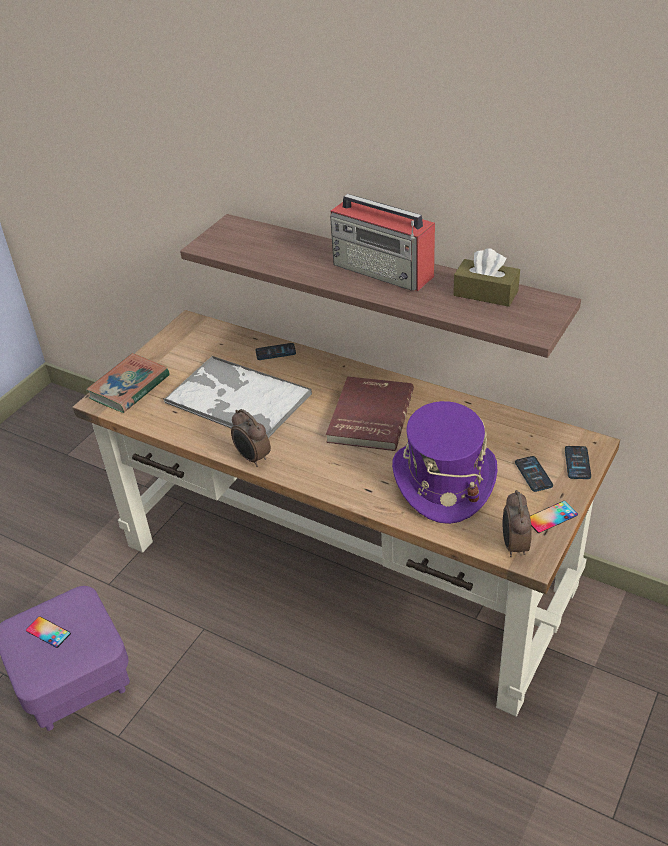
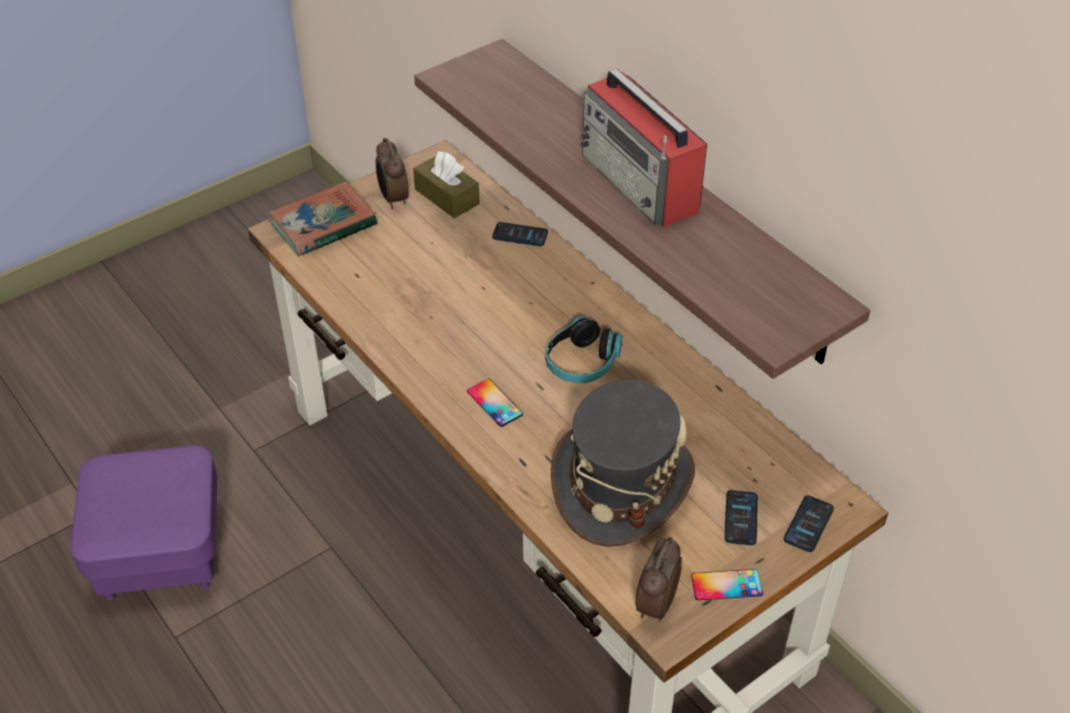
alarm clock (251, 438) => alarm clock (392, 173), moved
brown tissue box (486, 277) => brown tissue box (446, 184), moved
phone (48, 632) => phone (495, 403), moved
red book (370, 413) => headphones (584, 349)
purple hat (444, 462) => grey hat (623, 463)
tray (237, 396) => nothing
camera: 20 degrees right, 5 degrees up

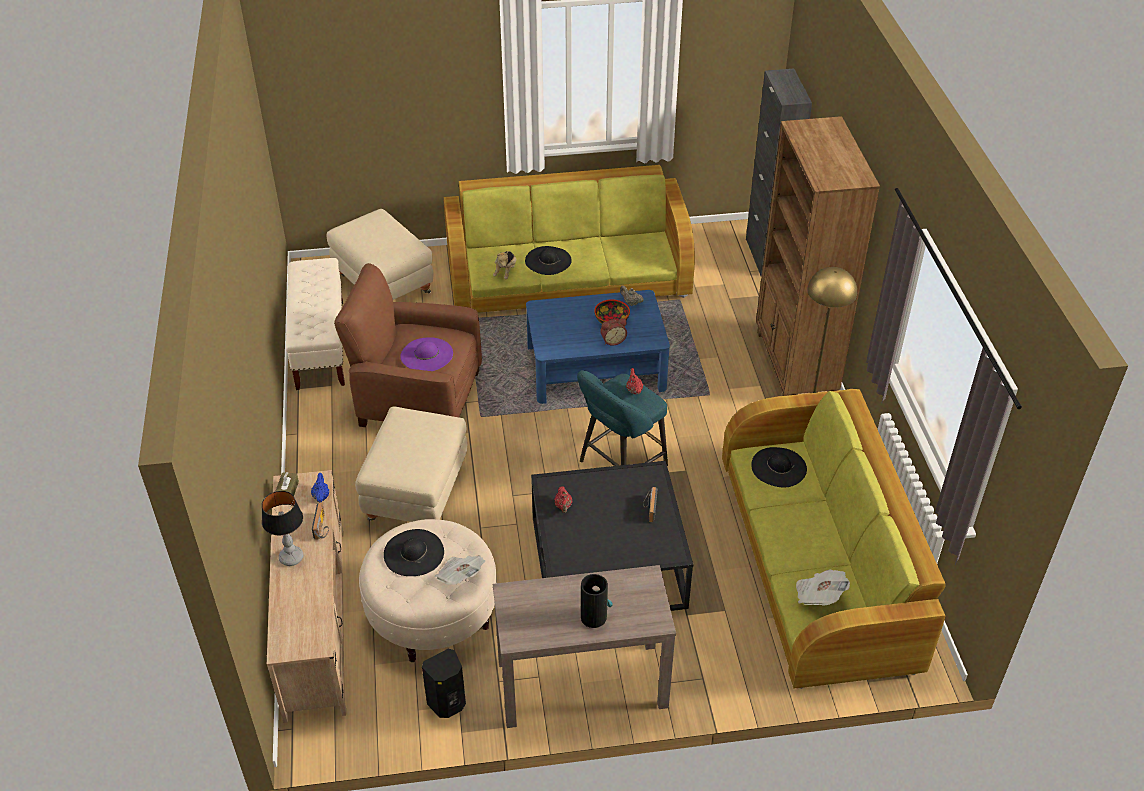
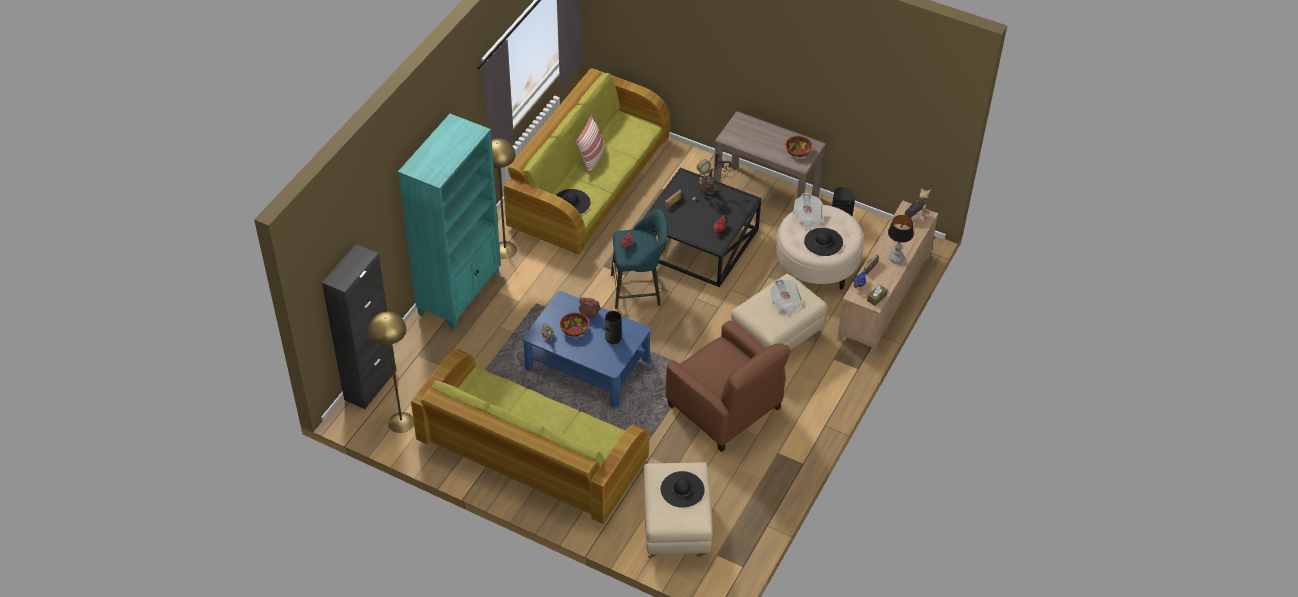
nothing => yellow floor lamp (391, 372)
brown bookcase (818, 256) => turquoise bookcase (449, 221)
nothing => pillow (590, 144)
vase (597, 601) => vase (611, 327), moved
black hat (548, 260) => black hat (683, 489), moved
nothing => table lamp (710, 176)
newspaper (823, 587) => newspaper (786, 297), moved
nothing => bowl (799, 146)
plush toy (504, 265) => plush toy (915, 208), moved
beige bench (315, 324) => nothing
purple hat (426, 354) => nothing
camera: 145 degrees left, 5 degrees up

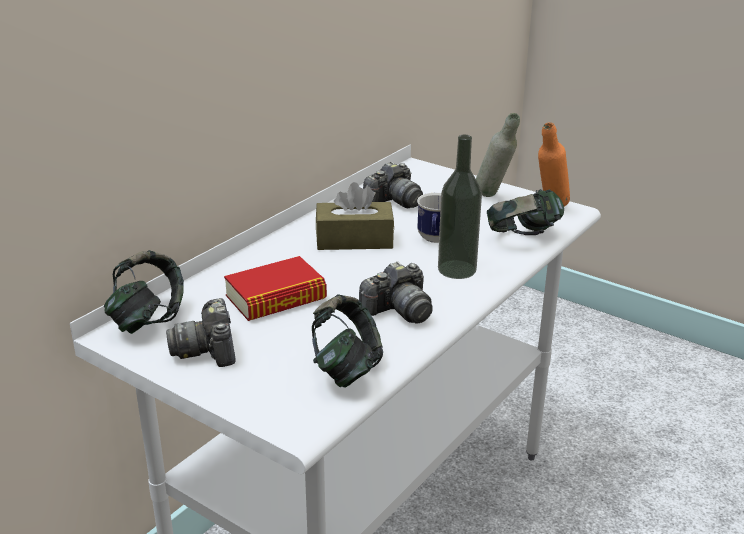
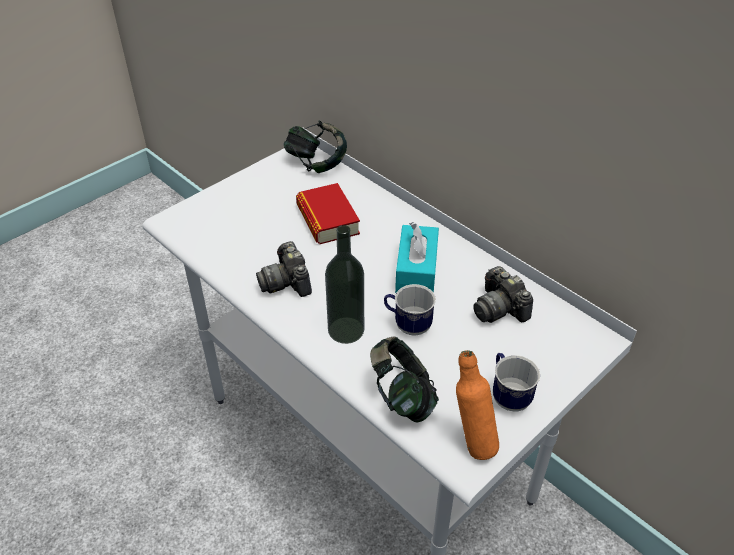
brown tissue box (355, 216) => turquoise tissue box (417, 257)
grey bottle (498, 155) => mug (516, 382)
photo camera (201, 332) => nothing
headphones (347, 341) => nothing
camera: 100 degrees right, 15 degrees up

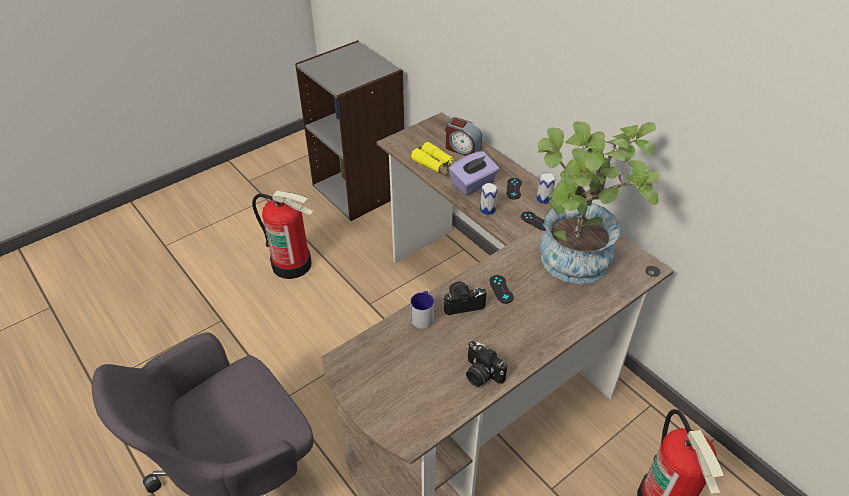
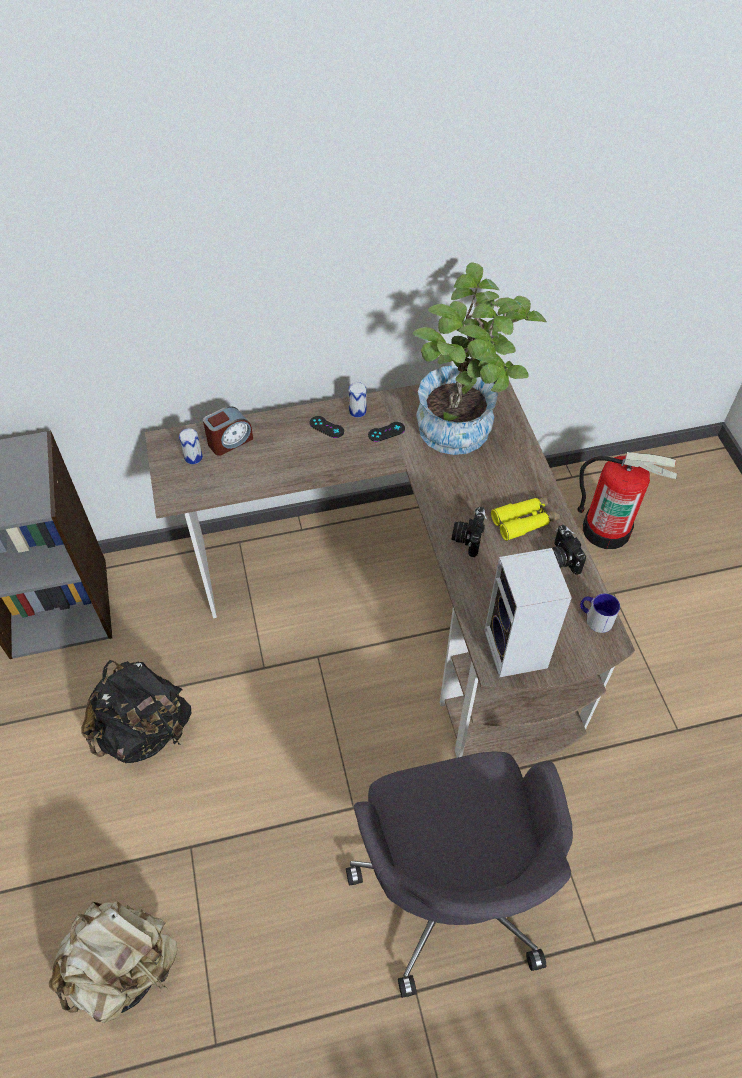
nothing => beige backpack (113, 962)
fire extinguisher (283, 235) => black backpack (136, 711)
can (489, 199) => can (191, 446), moved
nothing => speaker (528, 613)
yellow binoculars (433, 158) => yellow binoculars (525, 518), moved
photo camera (486, 364) => photo camera (569, 550), 90 degrees clockwise
mug (422, 310) => mug (600, 613), moved
purple tissue box (473, 173) => nothing
black game controller (501, 289) => nothing
camera: 65 degrees left, 10 degrees up

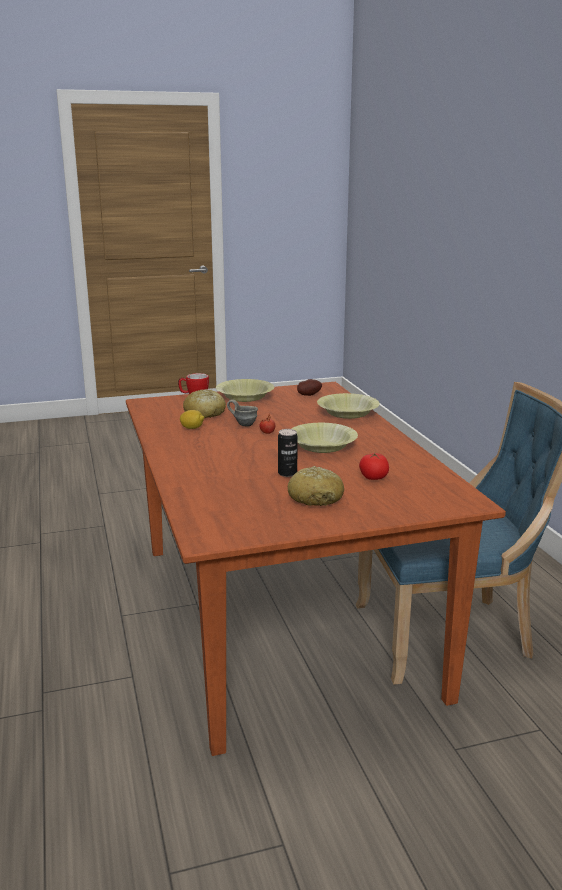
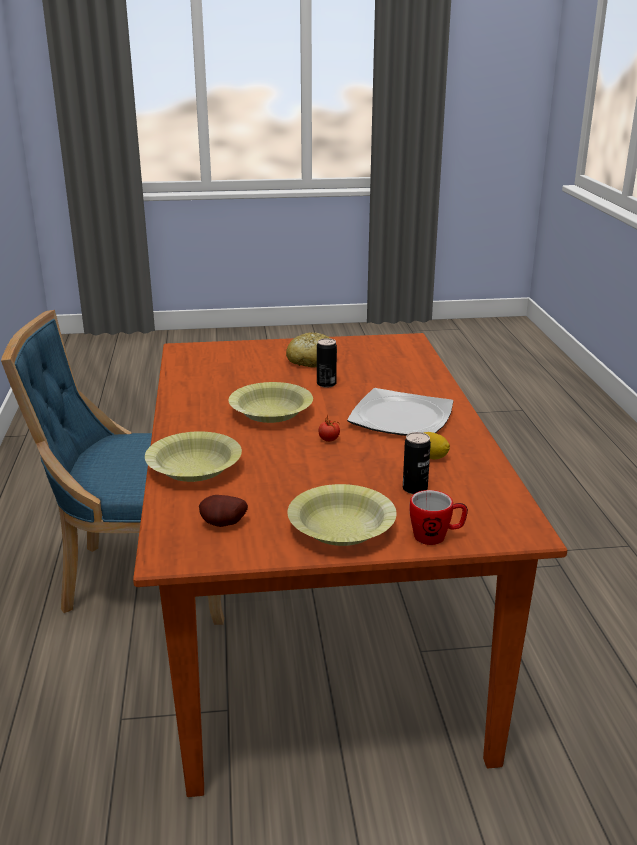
nothing => plate (400, 412)
bread (204, 403) => can (417, 463)
grey mug (242, 413) => nothing
tomato (374, 466) => nothing
camera: 170 degrees left, 5 degrees up

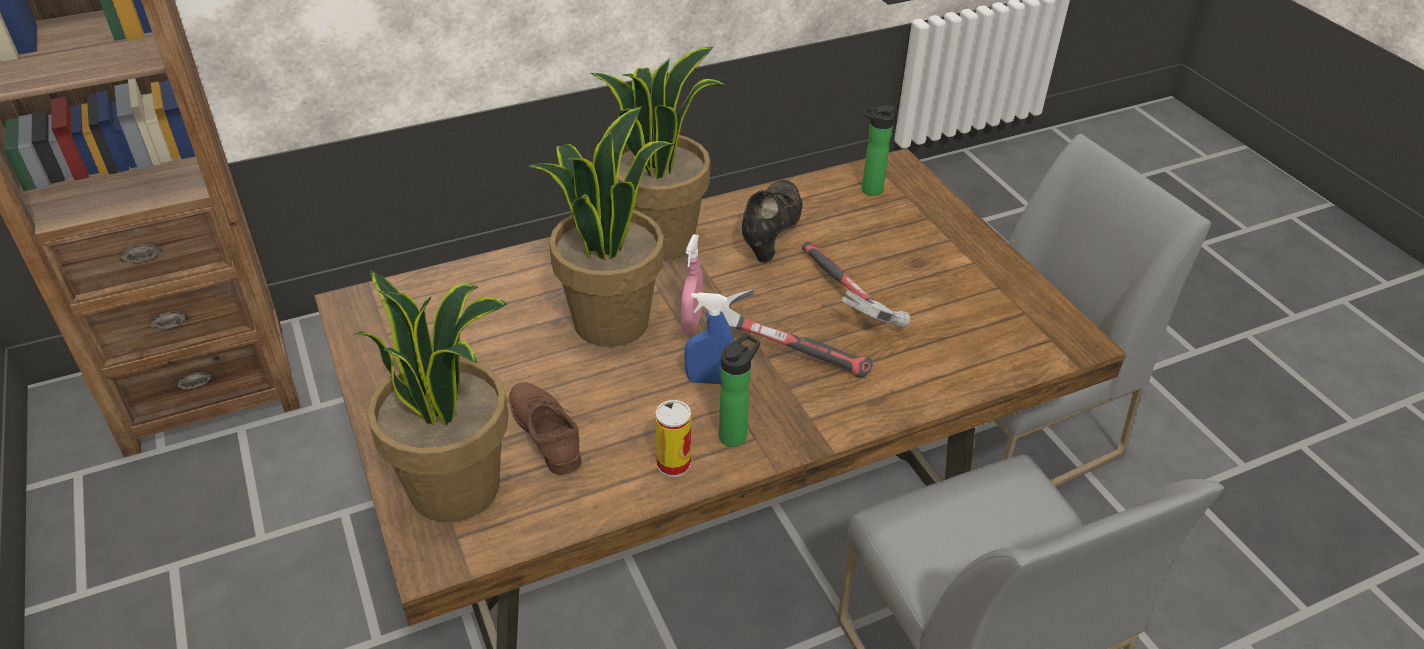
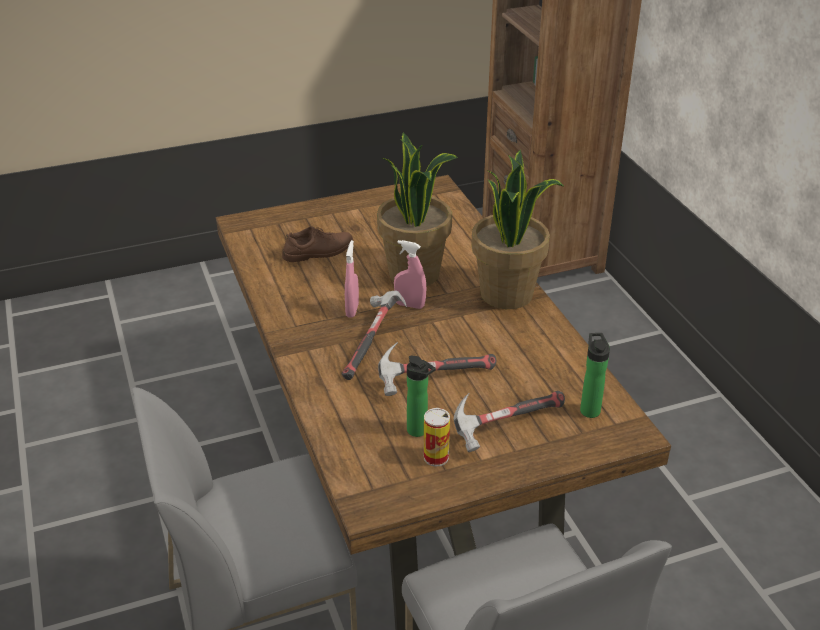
blue spray bottle (709, 338) => pink spray bottle (352, 279)
bottle (739, 390) => bottle (421, 396), moved
can (673, 438) => can (437, 437), moved
nothing => hammer (509, 421)
potted plant (431, 396) => nothing
black shoe (772, 221) => nothing
camera: 95 degrees right, 5 degrees down

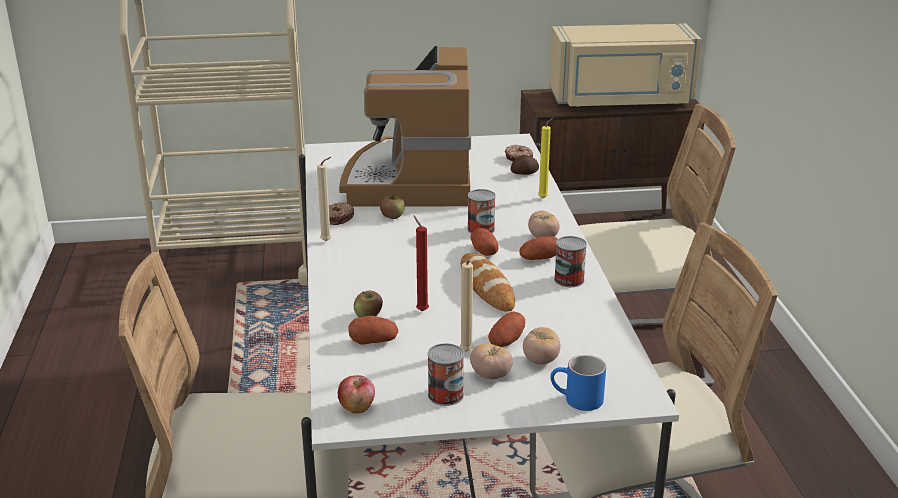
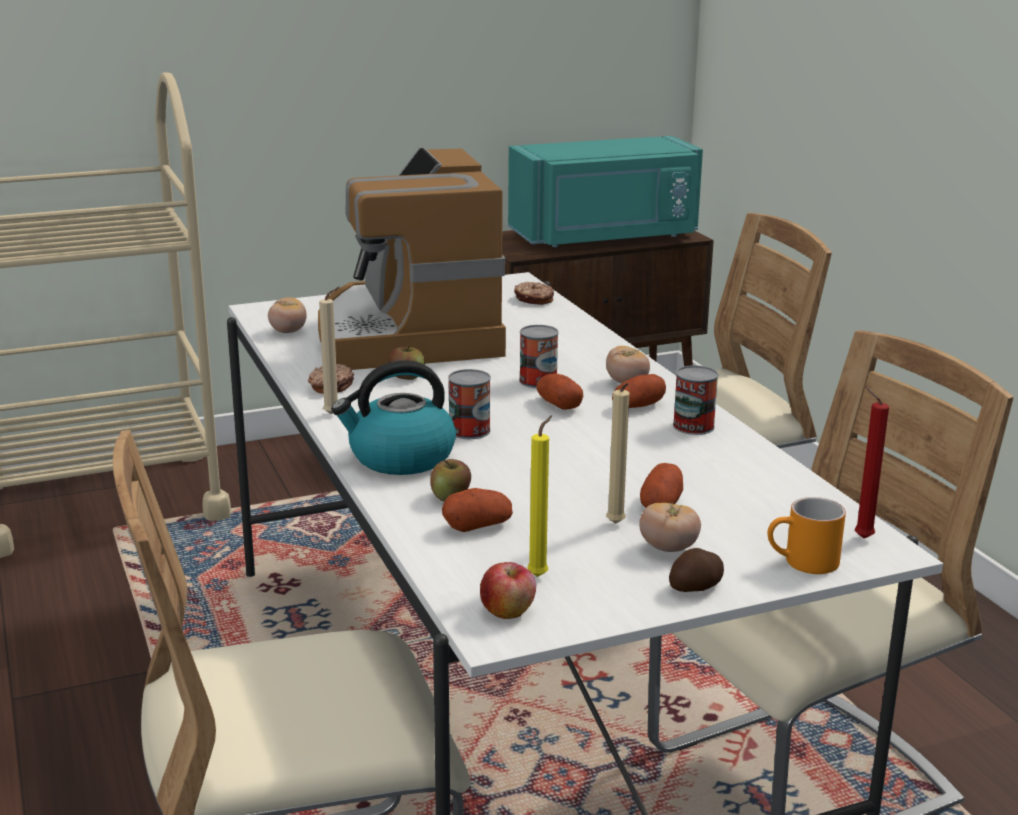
tomato (541, 346) => tomato (287, 315), moved
nothing => kettle (393, 417)
can (445, 374) => can (469, 404), moved
beige microwave (625, 65) => turquoise microwave (605, 191)
yellow candle (546, 157) => yellow candle (539, 496), moved
potato (524, 165) => potato (696, 570), moved
blue mug (578, 383) => orange mug (806, 535)
red candle (421, 263) => red candle (872, 462), moved
bread (488, 282) => nothing
camera: 15 degrees left, 5 degrees down

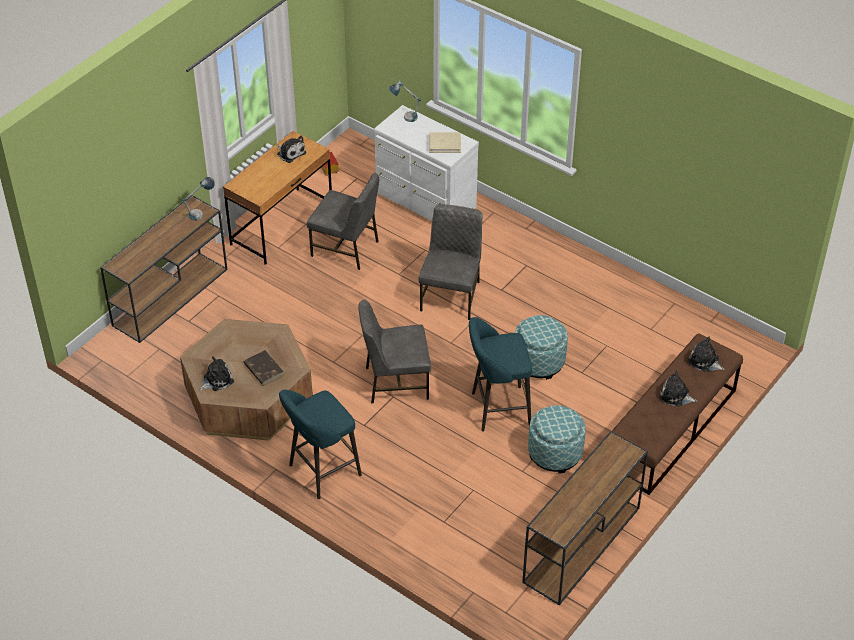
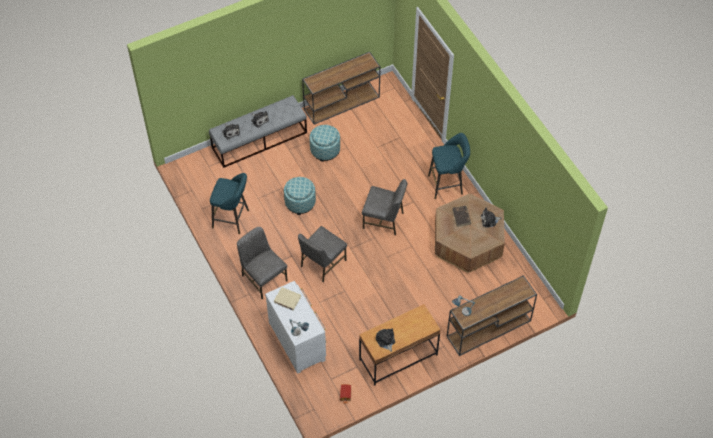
brown bench (677, 414) => grey bench (258, 131)
turquoise stool (500, 374) => turquoise stool (229, 203), moved
grey chair (343, 221) => grey chair (262, 263), moved
camera: 155 degrees left, 10 degrees up

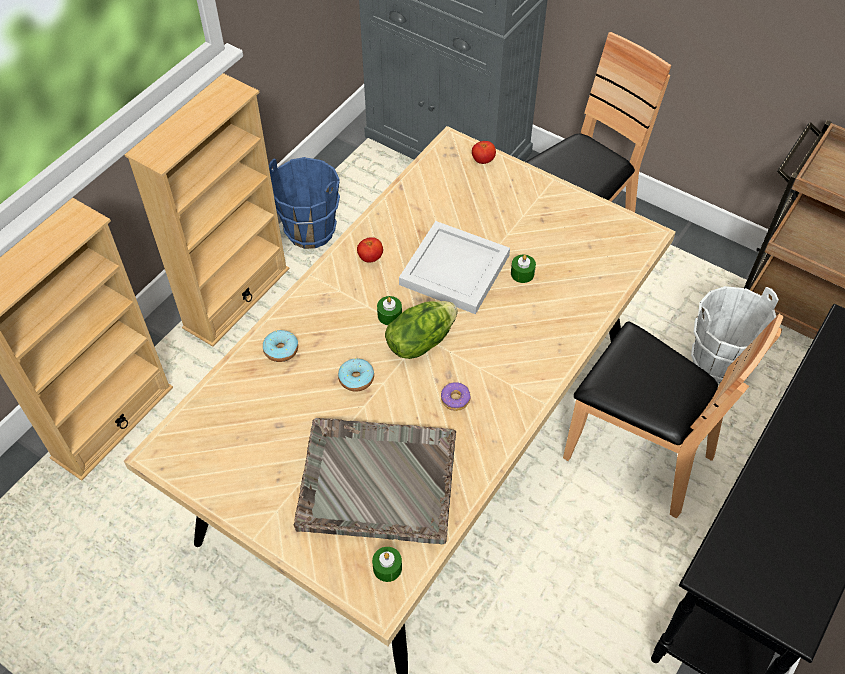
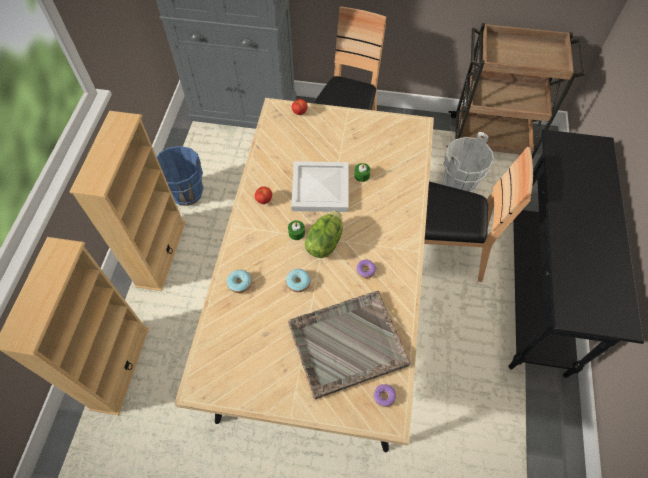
green candle (387, 564) => donut (385, 395)
camera: 25 degrees left, 5 degrees up

